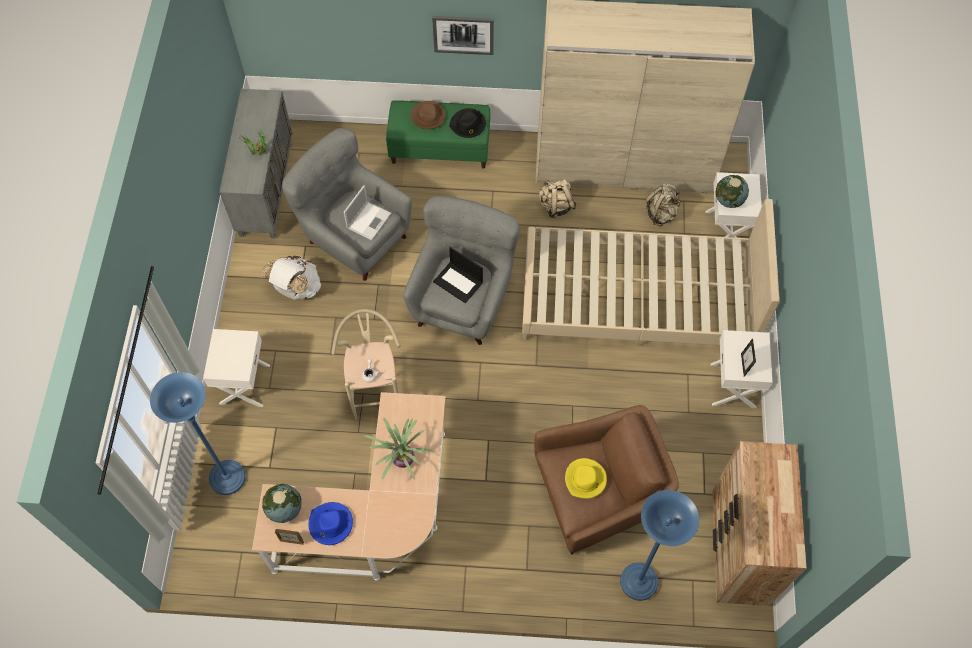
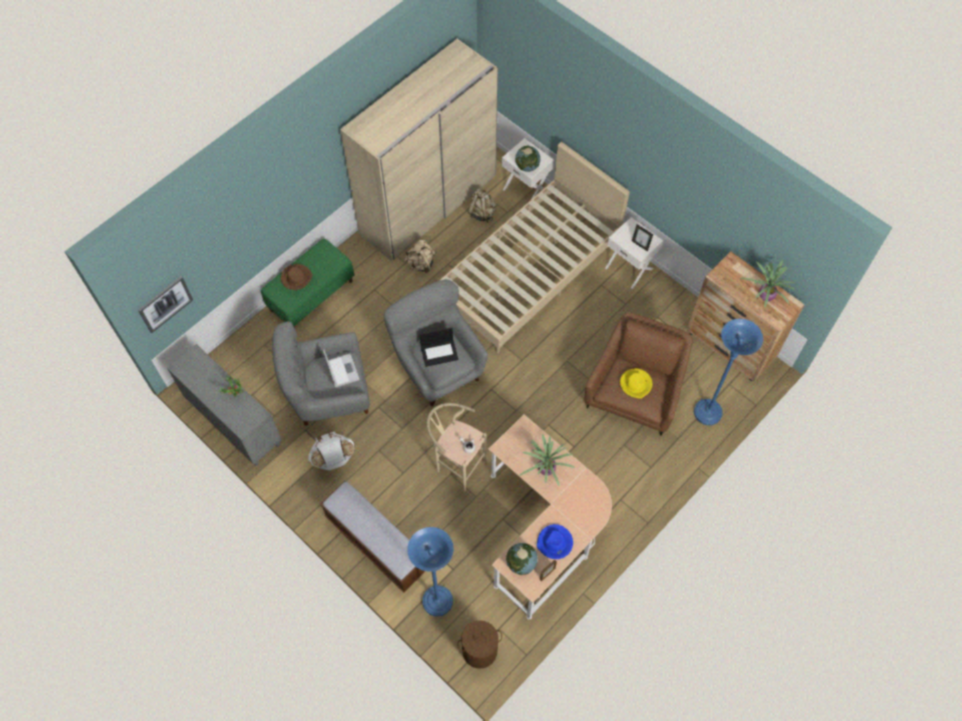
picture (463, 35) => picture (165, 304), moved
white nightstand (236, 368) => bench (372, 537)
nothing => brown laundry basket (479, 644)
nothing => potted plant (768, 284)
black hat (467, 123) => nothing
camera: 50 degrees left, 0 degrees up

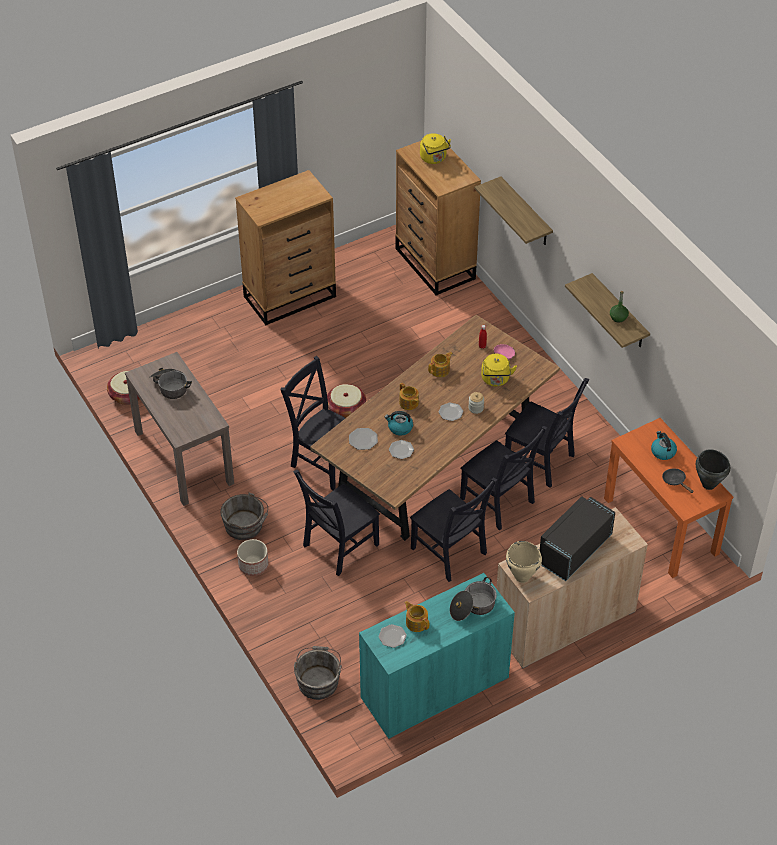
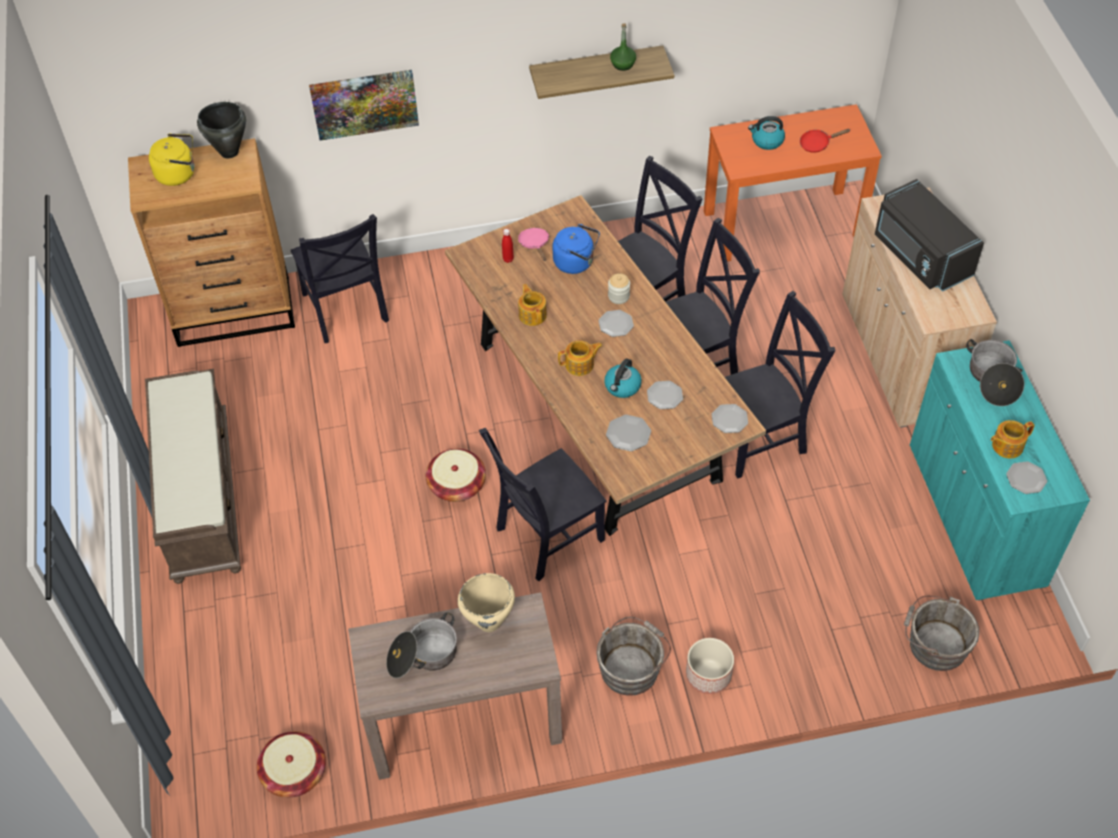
brown dresser (285, 247) => brown bench (193, 476)
black cooking pot (713, 470) => black cooking pot (221, 130), moved
black chair (336, 522) => black chair (340, 278), moved
shelf (513, 210) => picture (364, 105)
beige cooking pot (524, 562) => beige cooking pot (486, 602), moved
yellow kettle (499, 370) => blue kettle (576, 249)
nothing => plate (730, 418)
black frying pan (677, 480) => red frying pan (825, 141)
camera: 70 degrees left, 5 degrees up

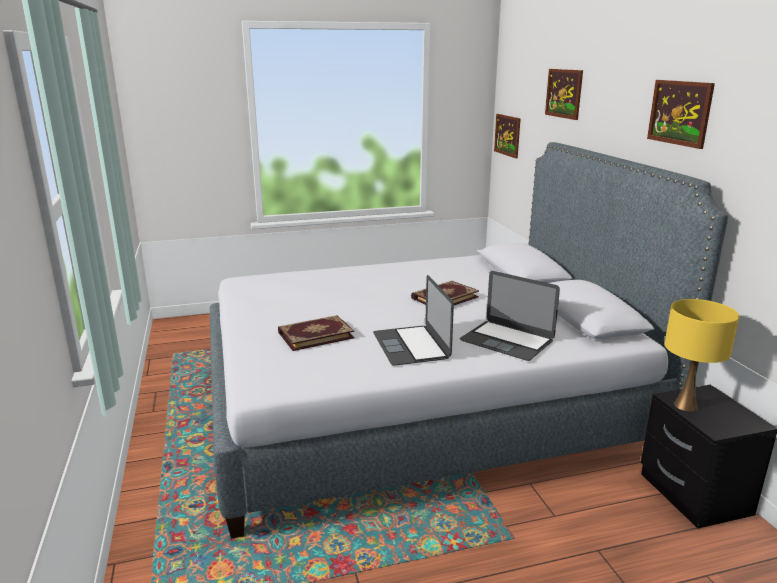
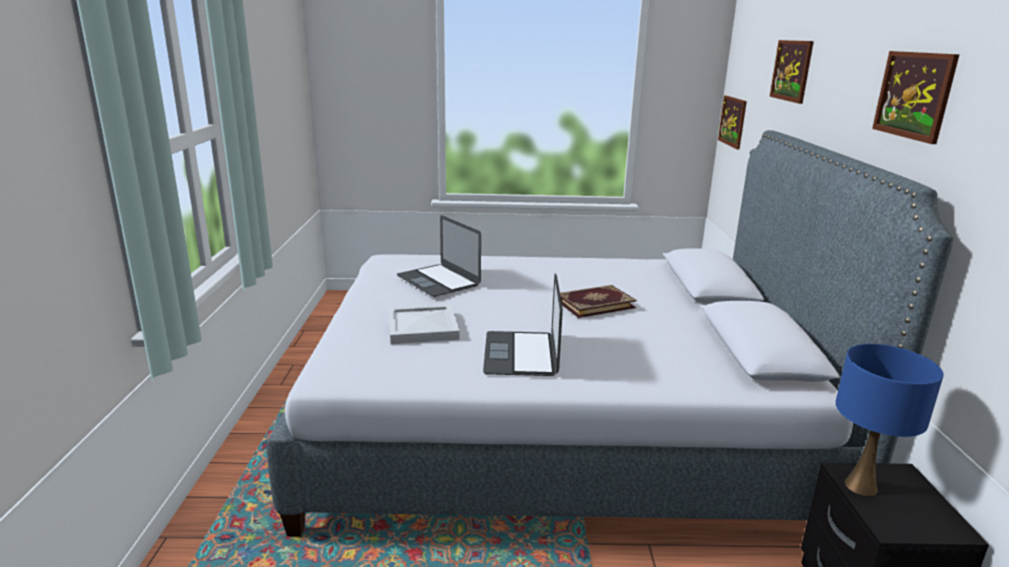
book (316, 333) => white tray (424, 324)
laptop (510, 316) => laptop (439, 256), moved
yellow table lamp (702, 355) => blue table lamp (889, 420)
camera: 15 degrees right, 0 degrees up

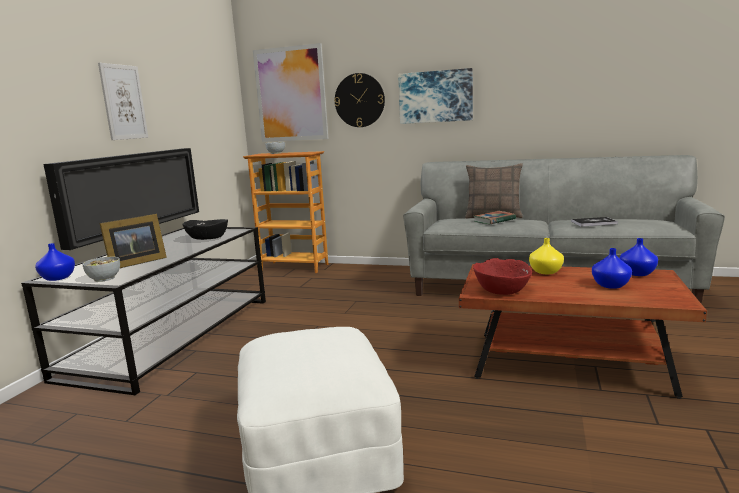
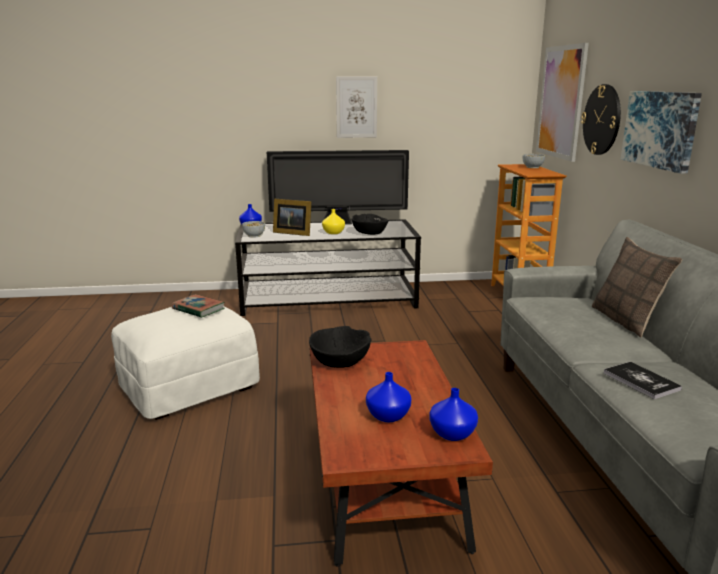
book (495, 217) => book (198, 306), moved
red bowl (502, 276) => black bowl (340, 347)
yellow vase (546, 256) => yellow vase (333, 221), moved
camera: 65 degrees right, 5 degrees up

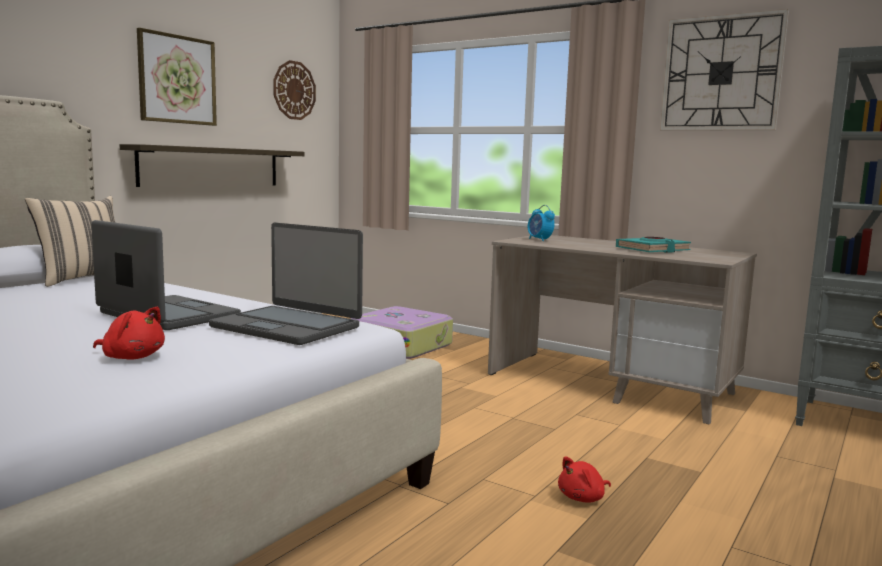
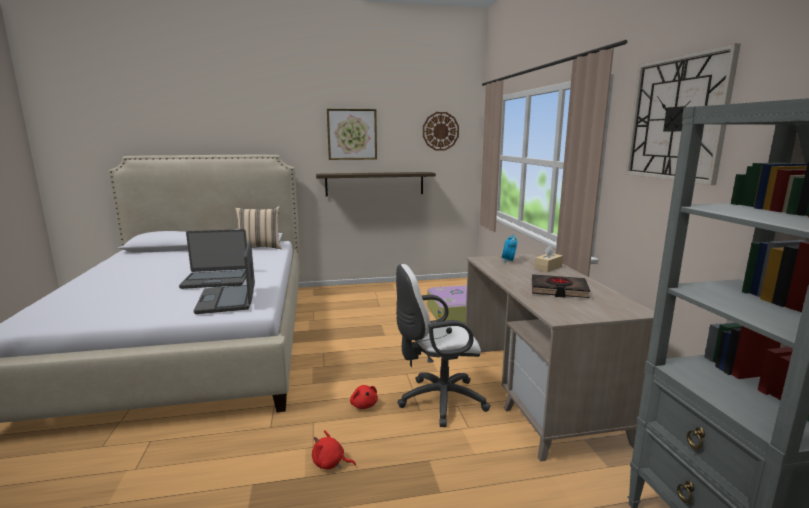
laptop (166, 275) => laptop (213, 259), 90 degrees clockwise
red plush toy (129, 333) => red plush toy (364, 397), moved
nothing => white office chair (443, 345)
turquoise book (653, 245) => black book (561, 286)
nothing => beige tissue box (549, 258)
camera: 45 degrees right, 5 degrees up

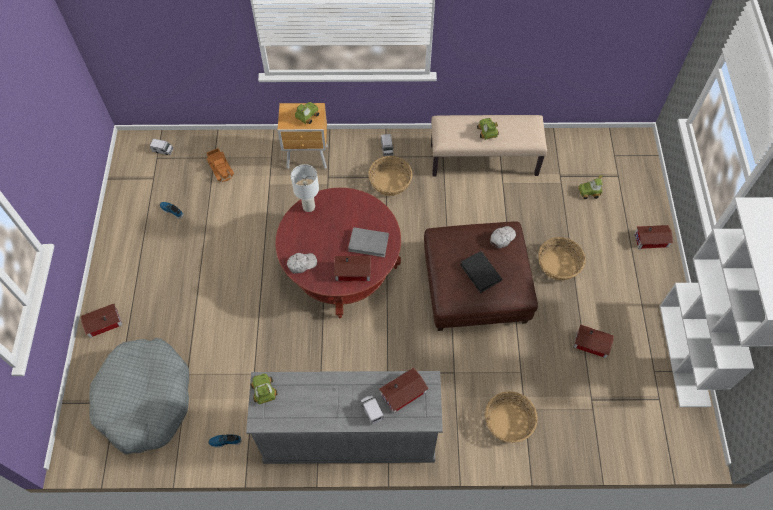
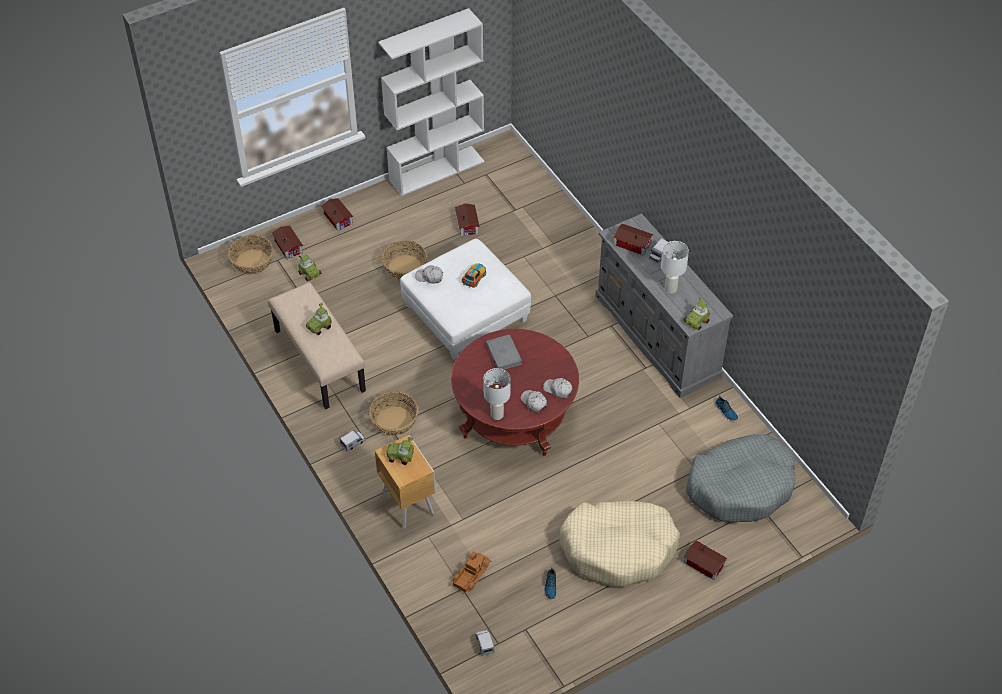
basket (511, 417) => basket (250, 255), moved
toy house (352, 268) => toy house (287, 242), moved
brown ottoman (481, 276) => white ottoman (465, 299)
black book (481, 272) => toy car (474, 275)
nothing => white cap (534, 401)
nothing => beige dog bed (619, 544)
nothing => white table lamp (675, 267)
camera: 120 degrees left, 10 degrees down

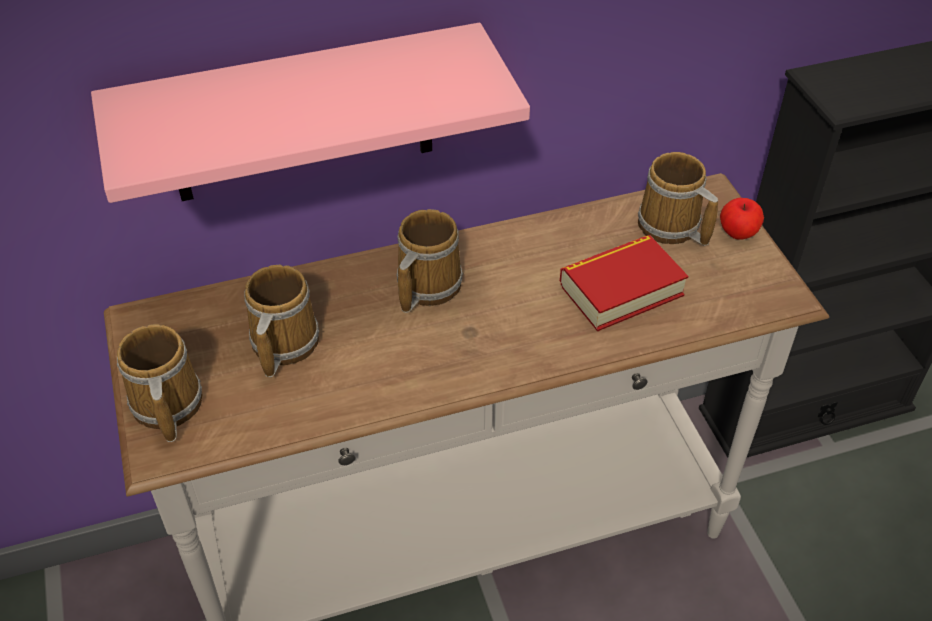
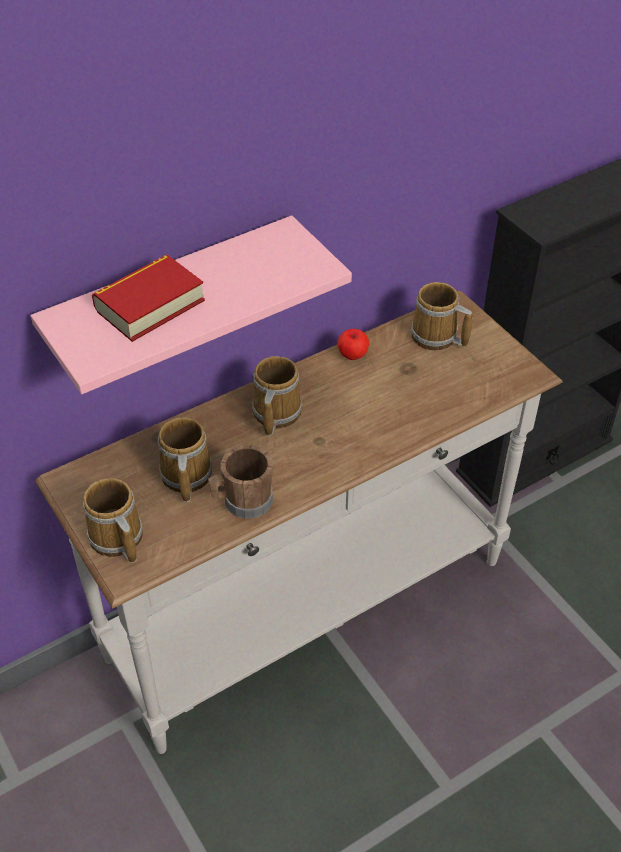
book (624, 283) => book (148, 298), moved
nothing => brown mug (240, 482)
apple (742, 219) => apple (353, 344), moved
camera: 15 degrees left, 0 degrees up

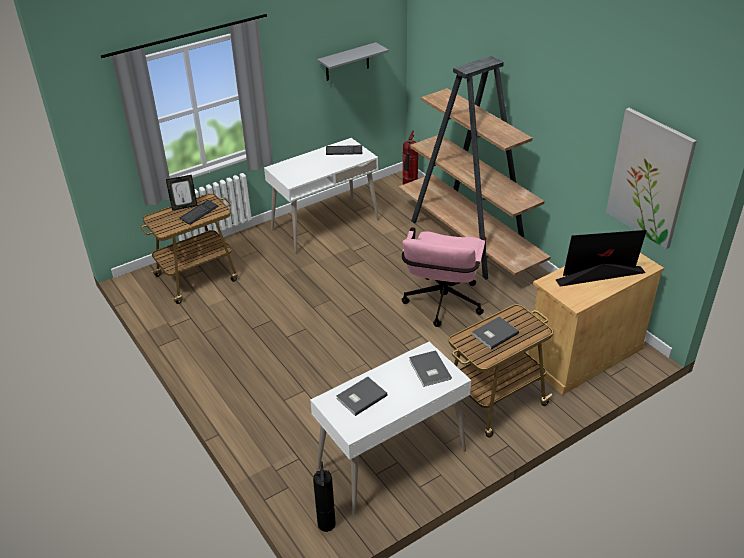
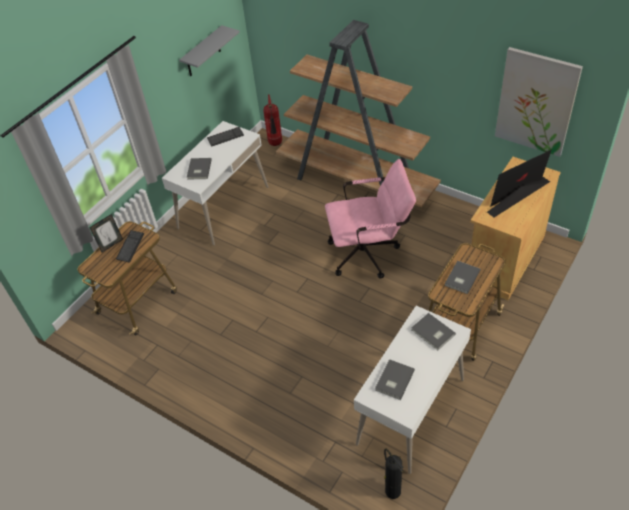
nothing => grey book (199, 169)
pink office chair (444, 277) => pink office chair (370, 219), 90 degrees counterclockwise
camera: 20 degrees left, 10 degrees up

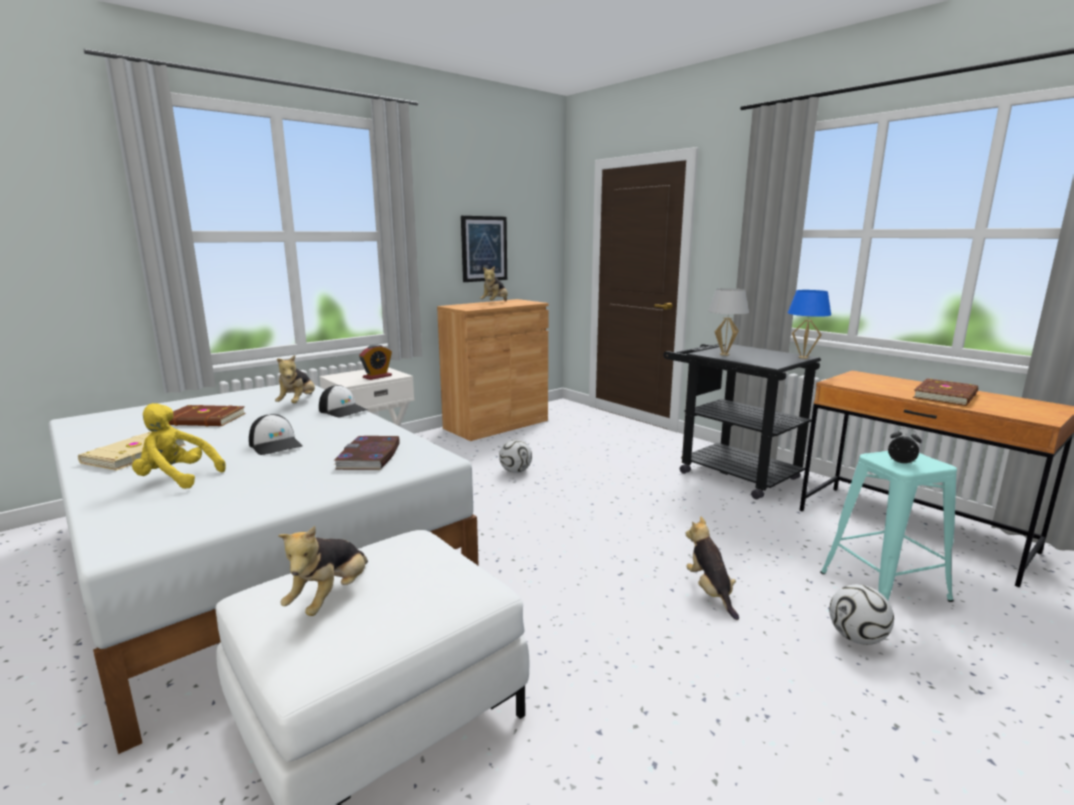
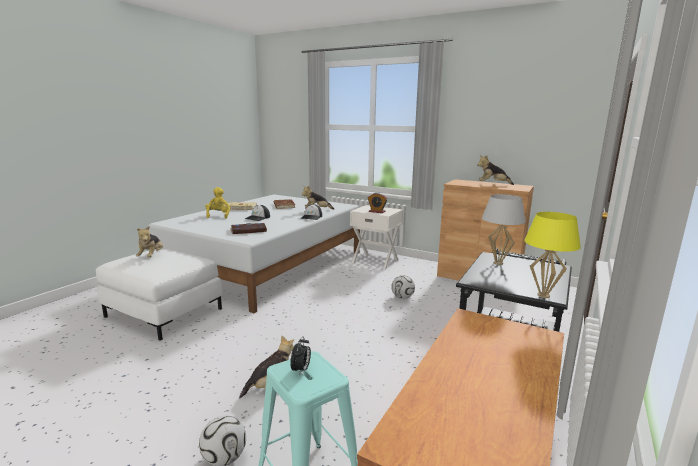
plush toy (323, 571) => plush toy (149, 241), 90 degrees counterclockwise
blue table lamp (809, 324) => yellow table lamp (552, 255)
picture (484, 249) => nothing
brown book (945, 392) => nothing
camera: 70 degrees right, 0 degrees up

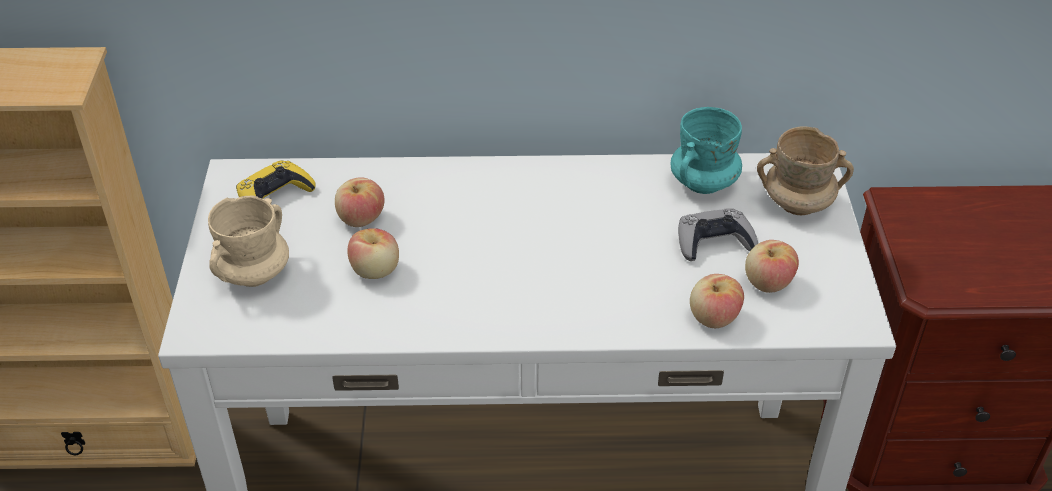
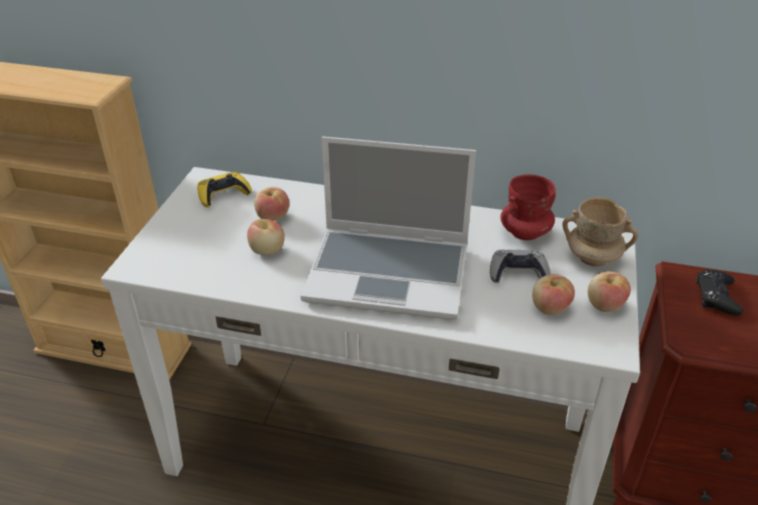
nothing => laptop (388, 228)
turquoise mug (706, 150) => red mug (528, 207)
apple (717, 301) => apple (609, 291), moved
nothing => black game controller (720, 292)
beige mug (248, 241) => nothing
camera: 15 degrees right, 5 degrees down

